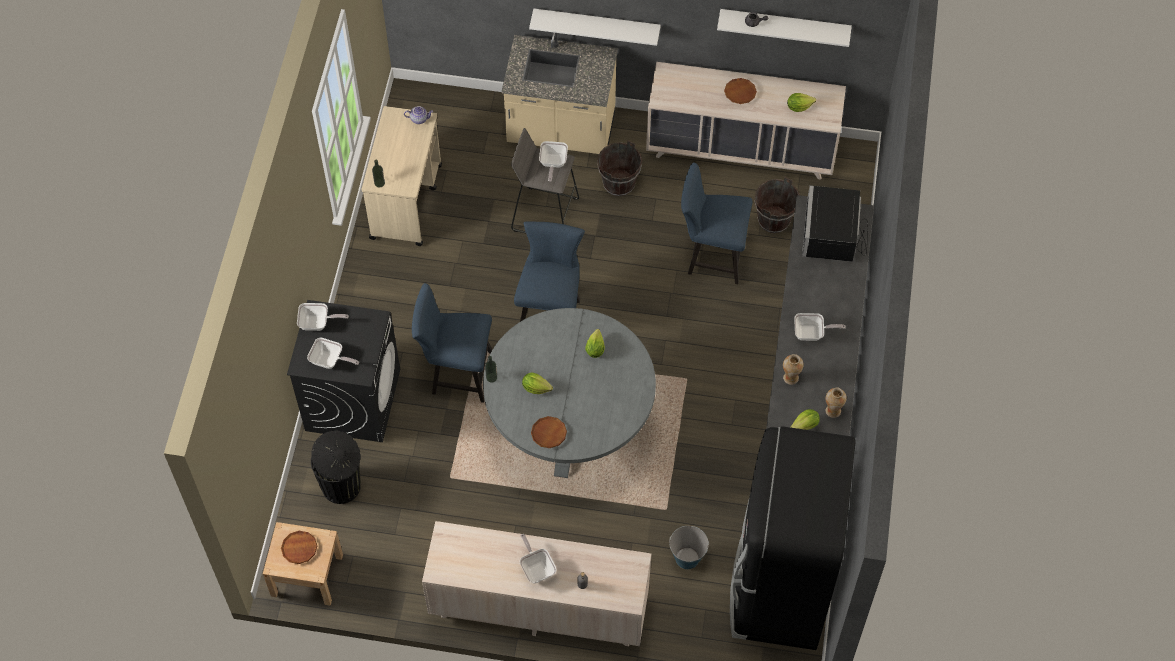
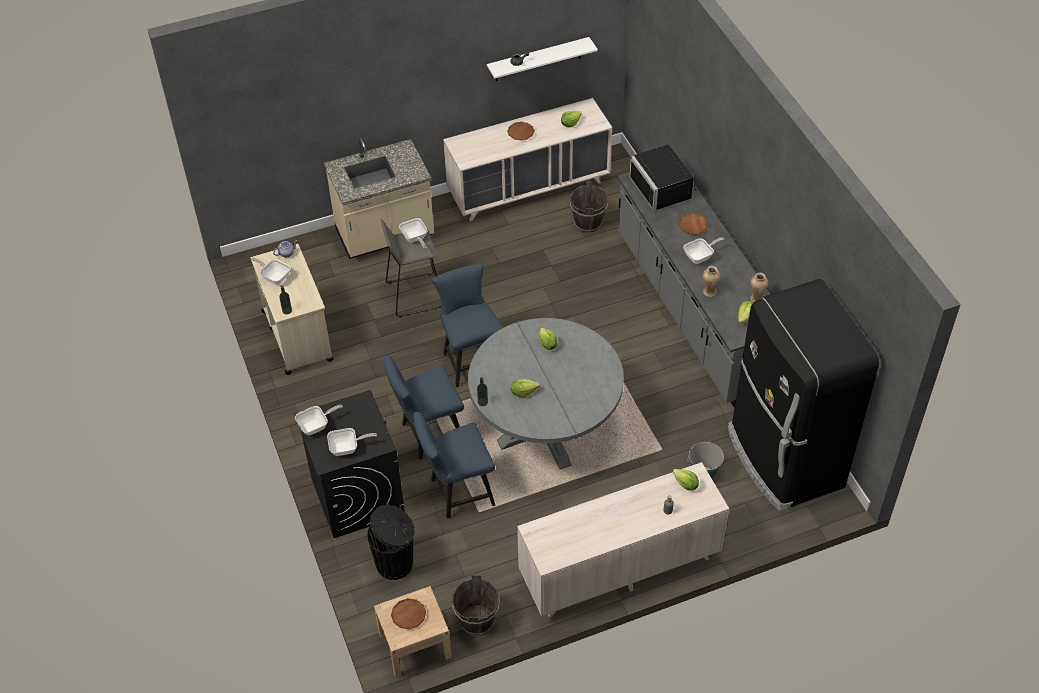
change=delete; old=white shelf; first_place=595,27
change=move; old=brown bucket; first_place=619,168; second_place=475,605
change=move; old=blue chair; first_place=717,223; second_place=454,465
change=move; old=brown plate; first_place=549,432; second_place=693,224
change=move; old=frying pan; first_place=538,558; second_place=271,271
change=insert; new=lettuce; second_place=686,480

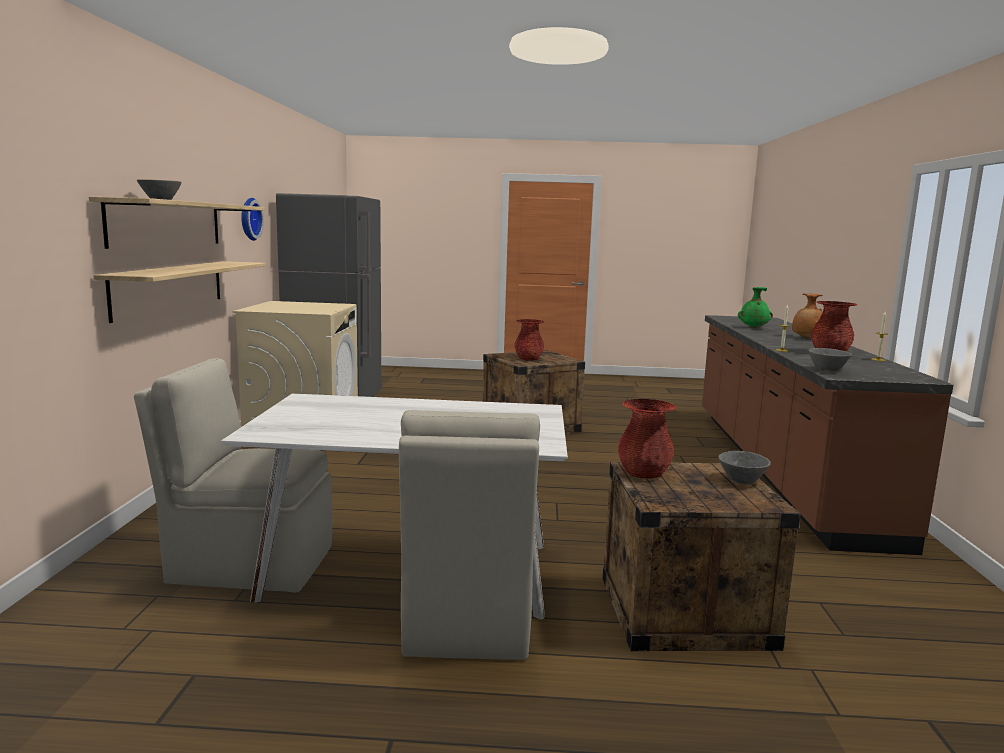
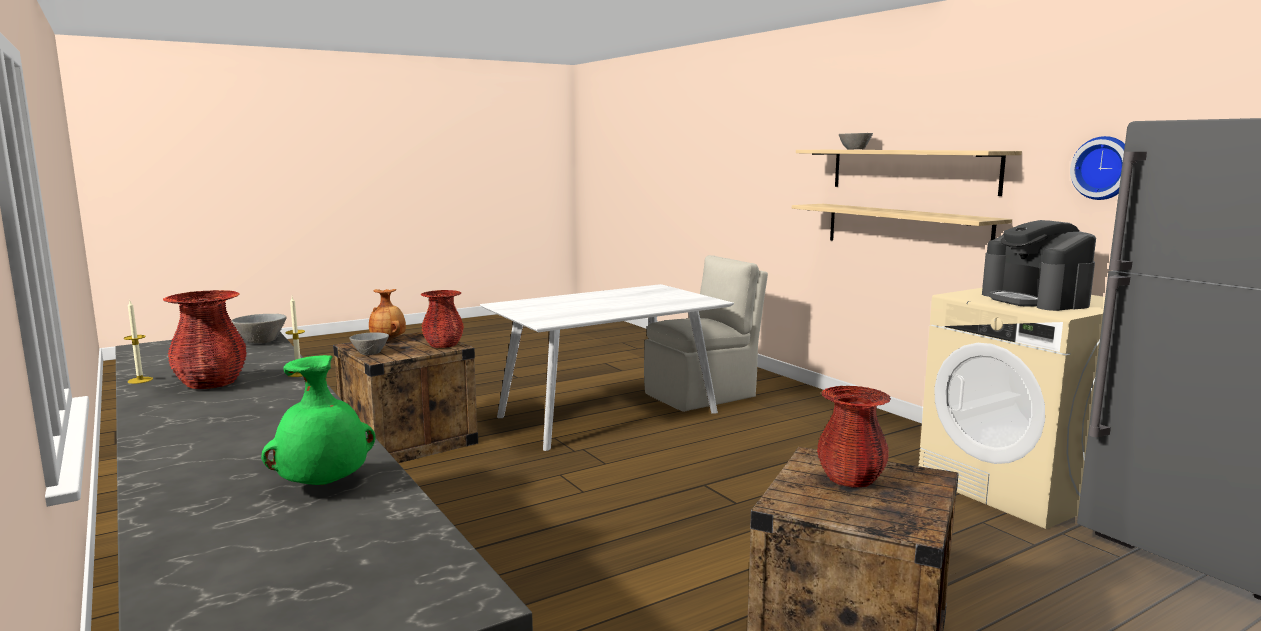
change=move; old=brown vase; first_place=807,315; second_place=387,314
change=delete; old=beige chair; first_place=469,535
change=insert; new=coffee machine; second_place=1039,265

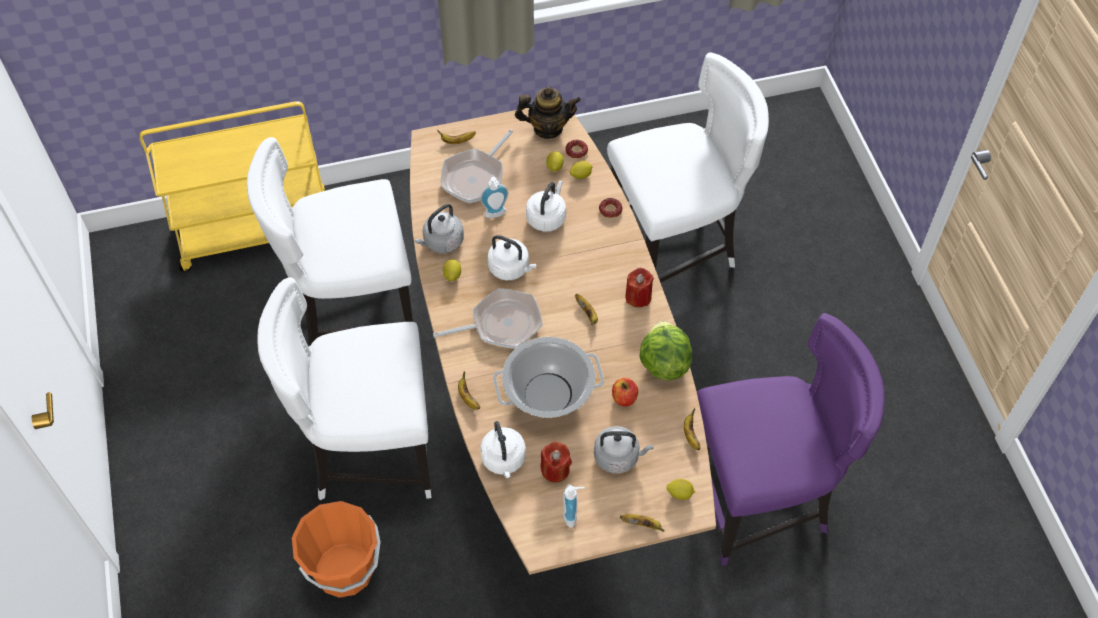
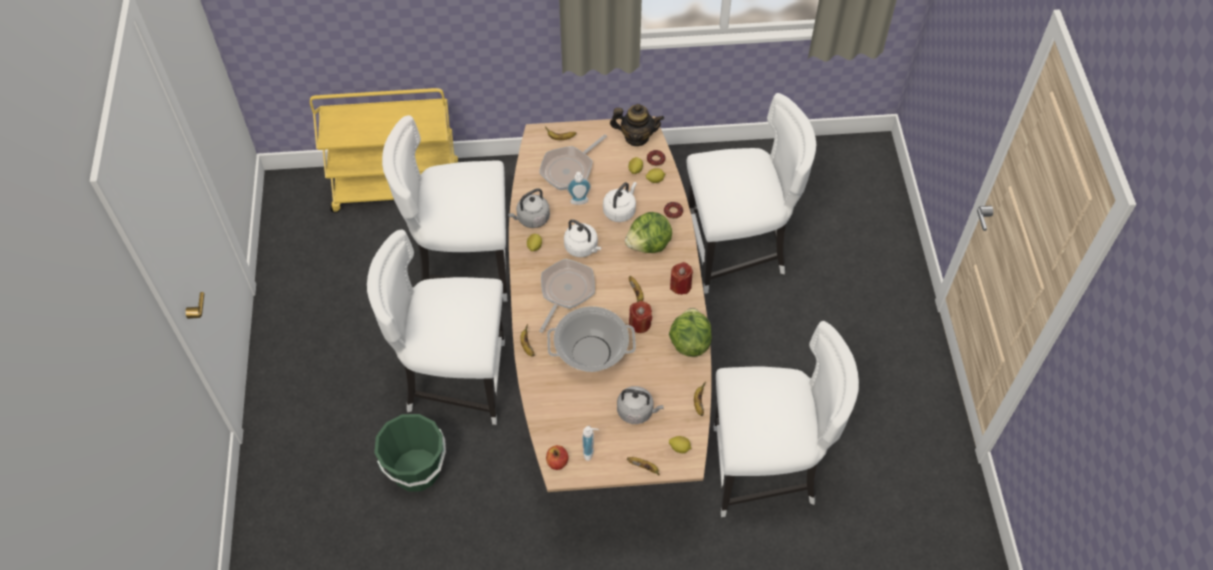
change=rotate; old=frying pan; first_place=488,318; second_place=567,296; degrees=-60
change=recolor; old=purple chair; new=white chair; first_place=791,439; second_place=786,419
change=move; old=apple; first_place=625,392; second_place=557,457
change=delete; old=white kettle; first_place=503,449
change=move; old=red candle; first_place=556,462; second_place=640,317
change=recolor; old=orange bucket; new=green bucket; first_place=336,549; second_place=410,453
change=insert; new=lettuce; second_place=648,232

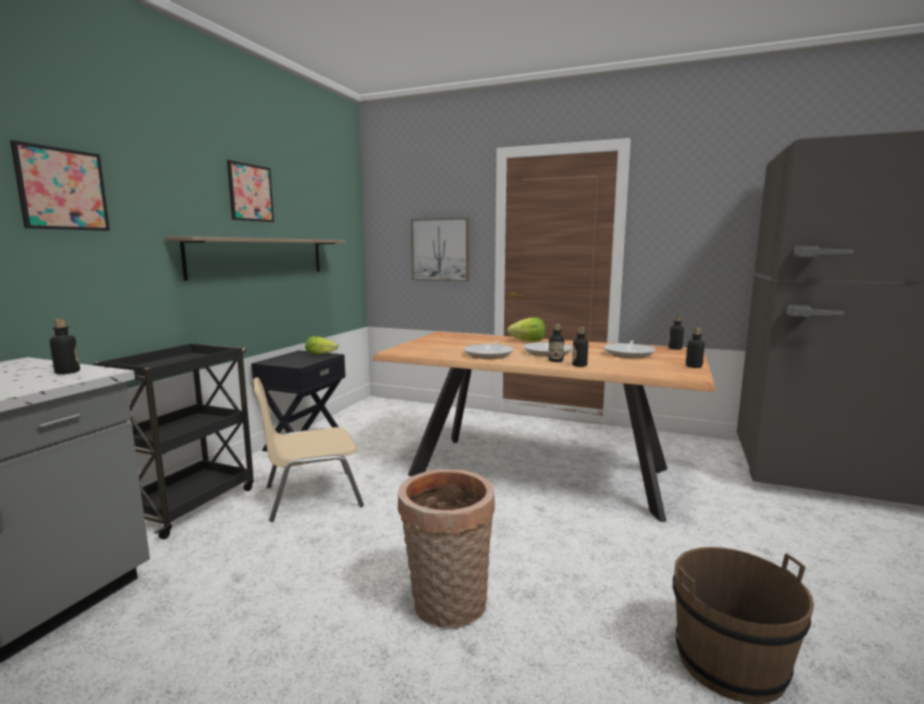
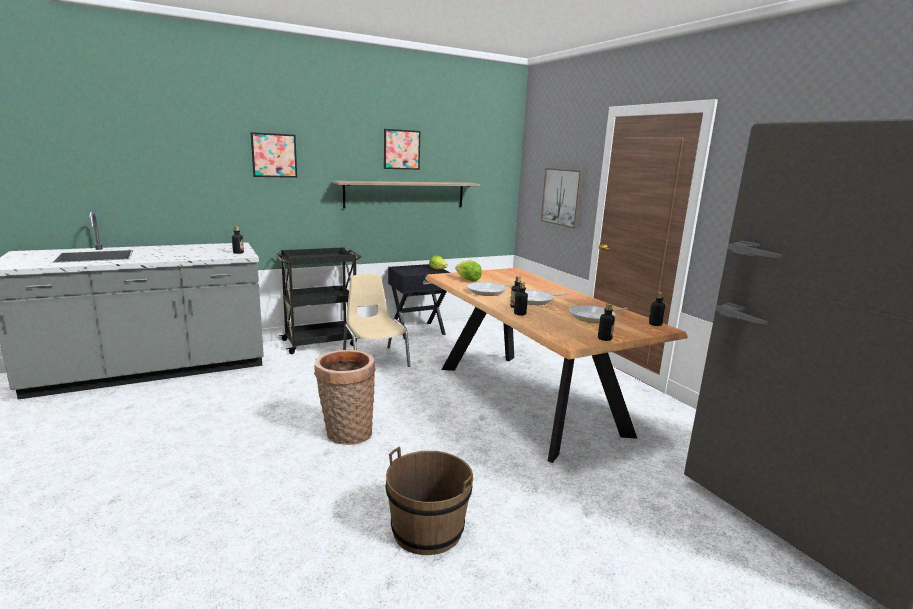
change=move; old=lettuce; first_place=526,330; second_place=468,270
change=rotate; old=beige chair; first_place=308,449; second_place=376,320; degrees=45

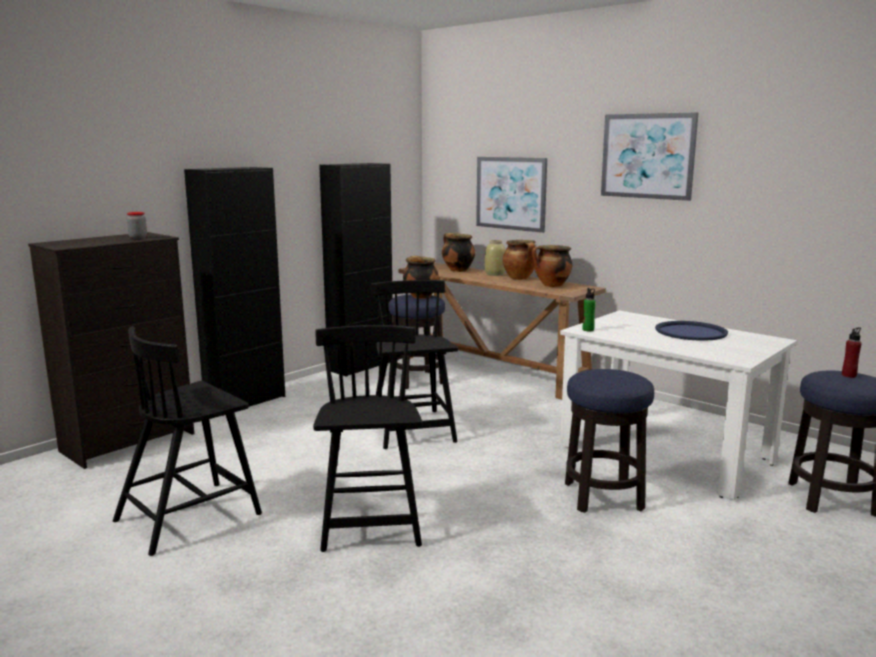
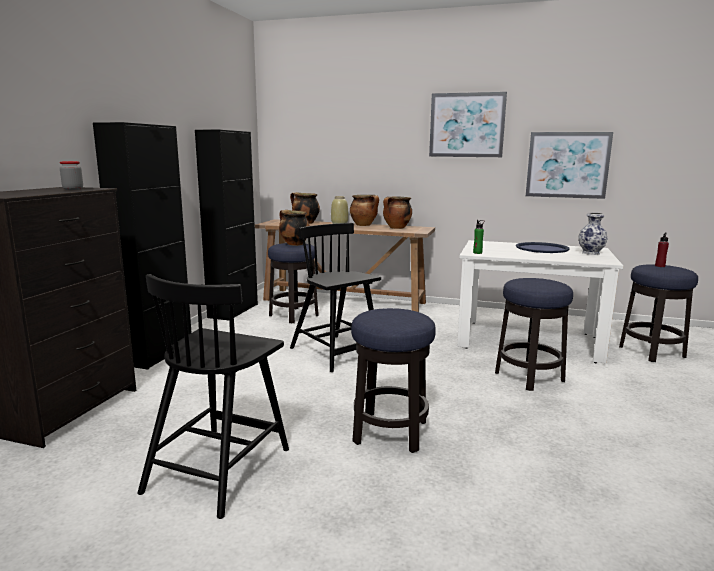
change=move; old=picture; first_place=511,195; second_place=569,165
change=replace; old=black chair; new=stool; first_place=368,438; second_place=393,380
change=insert; new=vase; second_place=593,234

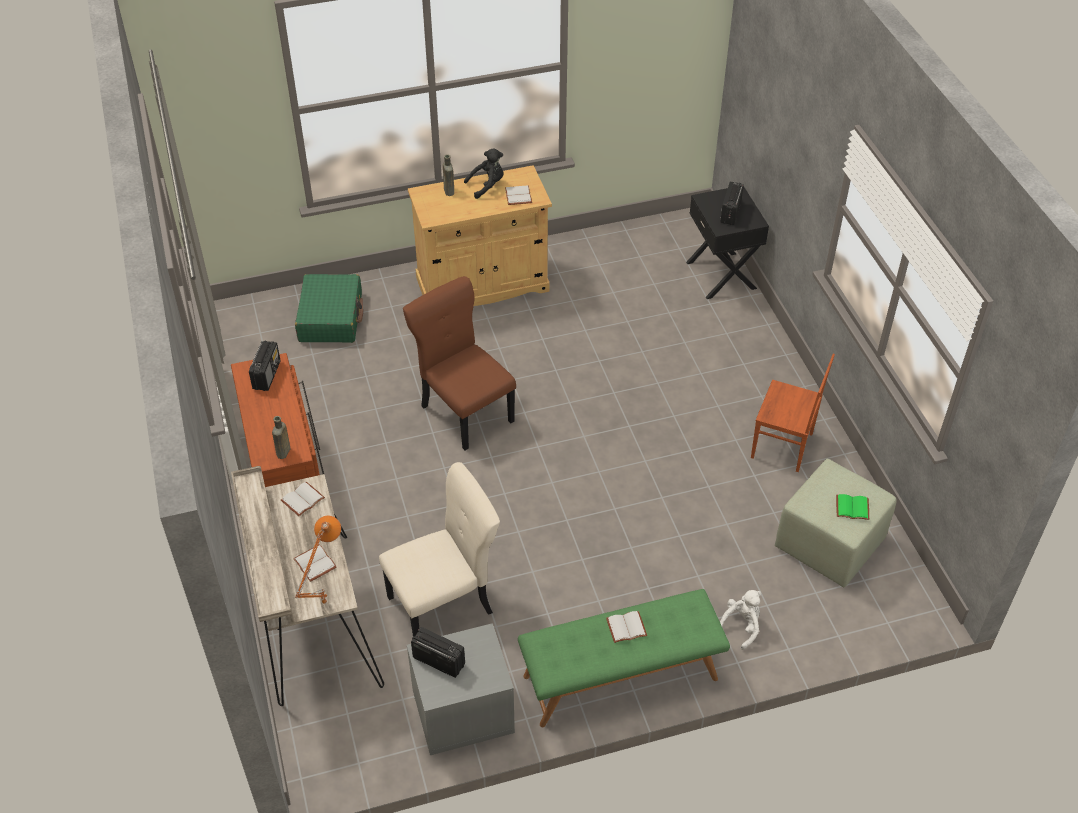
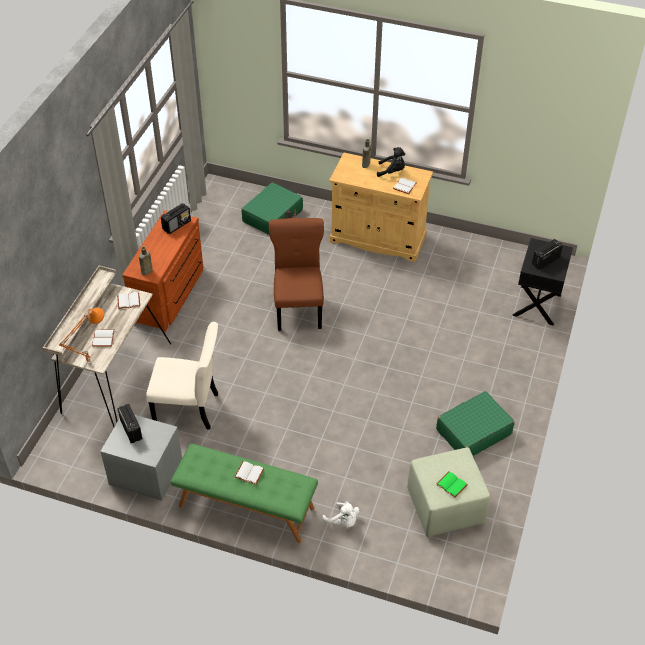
change=replace; old=brown chair; new=green suitcase; first_place=793,413; second_place=475,423
change=rotate; old=white plush toy; first_place=740,620; second_place=340,514; degrees=60

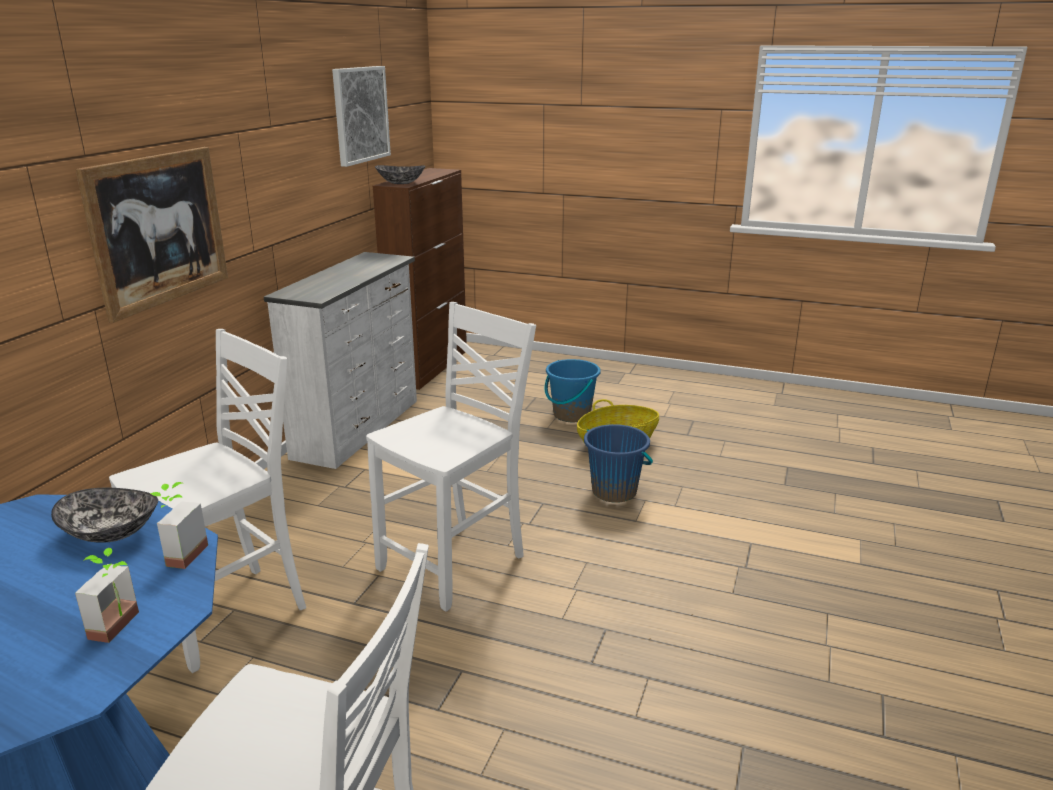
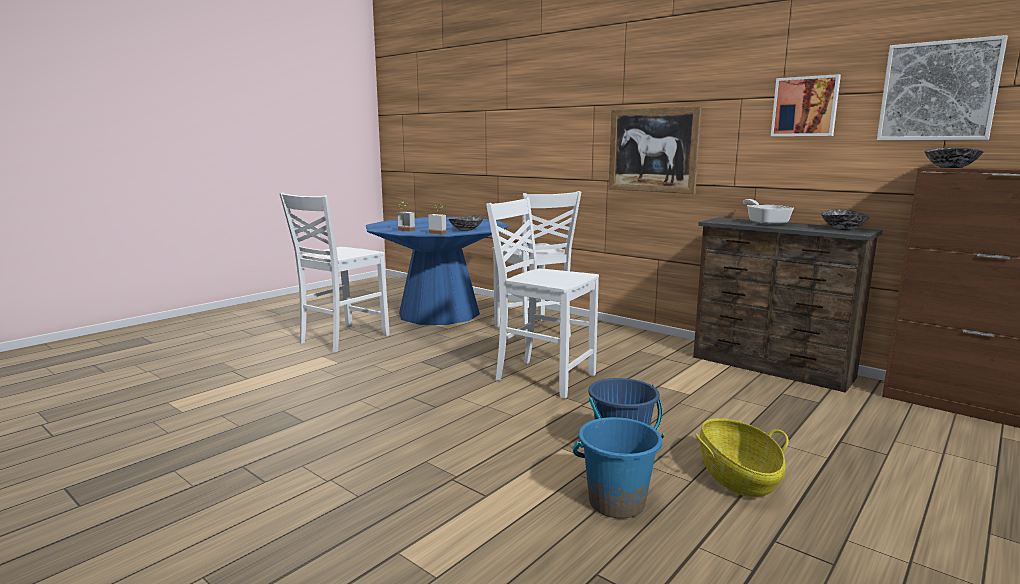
change=recolor; old=white dresser; new=brown dresser; first_place=340,360; second_place=787,305
change=rotate; old=white chair; first_place=451,457; second_place=542,298; degrees=150
change=move; old=blue bucket; first_place=573,390; second_place=618,468
change=insert; new=picture; second_place=806,105
change=insert; new=frying pan; second_place=768,212
change=insert; new=bowl; second_place=845,219

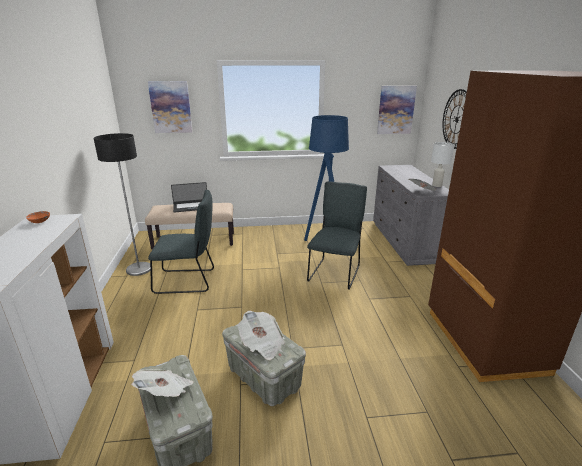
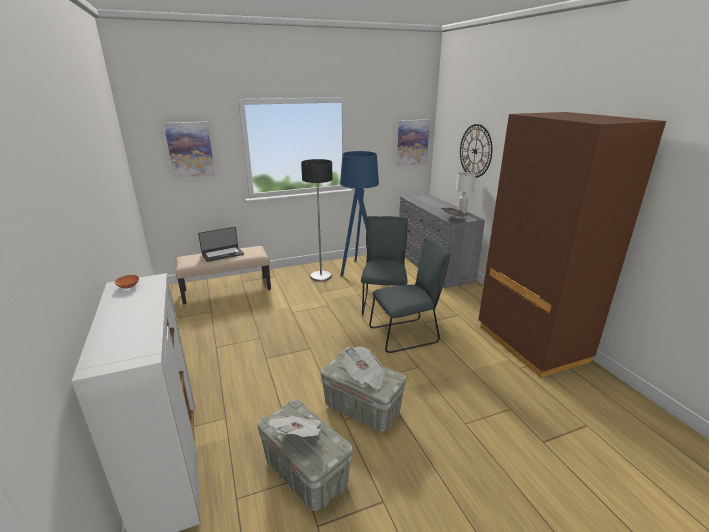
change=move; old=floor lamp; first_place=122,204; second_place=317,220
change=move; old=grey chair; first_place=181,242; second_place=409,295

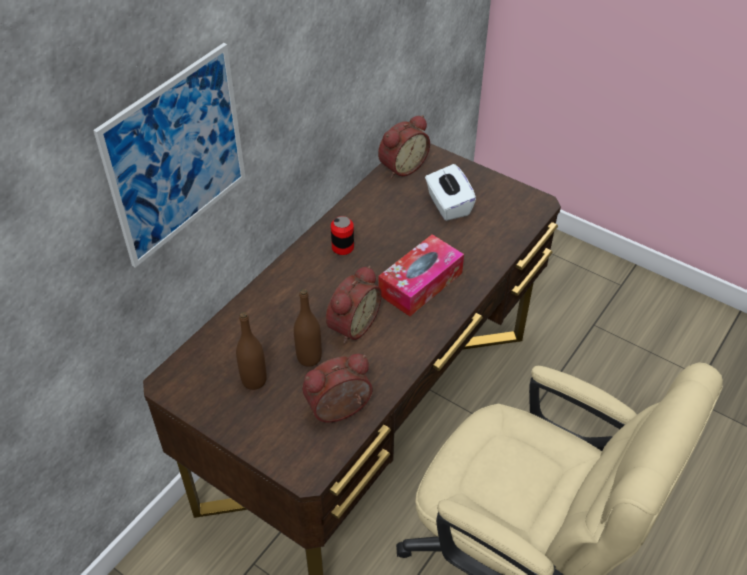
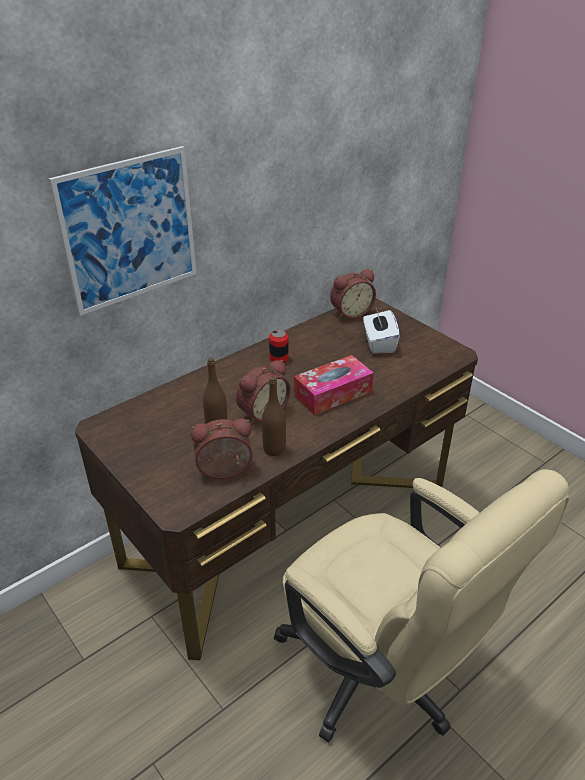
change=move; old=brown bottle; first_place=251,351; second_place=274,416

